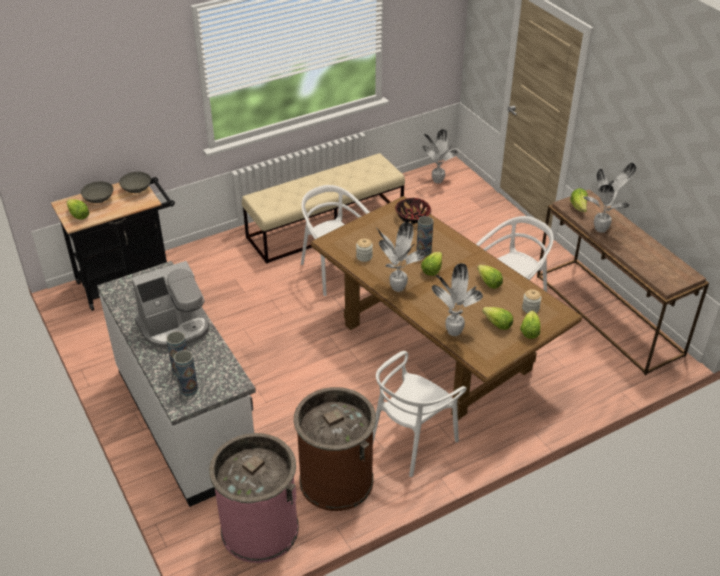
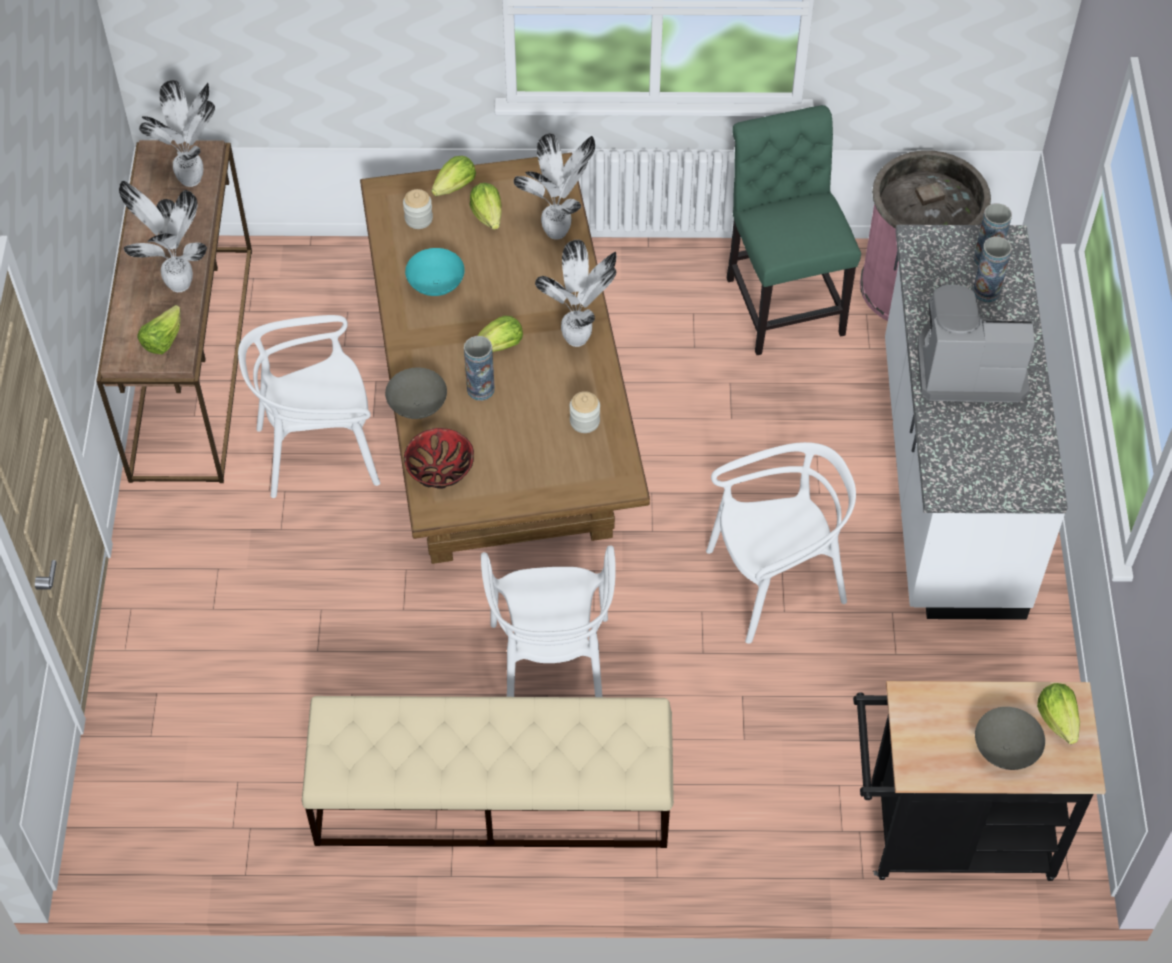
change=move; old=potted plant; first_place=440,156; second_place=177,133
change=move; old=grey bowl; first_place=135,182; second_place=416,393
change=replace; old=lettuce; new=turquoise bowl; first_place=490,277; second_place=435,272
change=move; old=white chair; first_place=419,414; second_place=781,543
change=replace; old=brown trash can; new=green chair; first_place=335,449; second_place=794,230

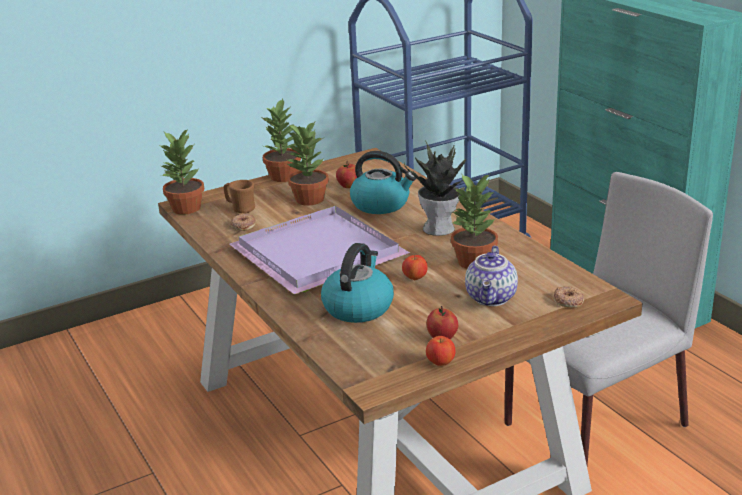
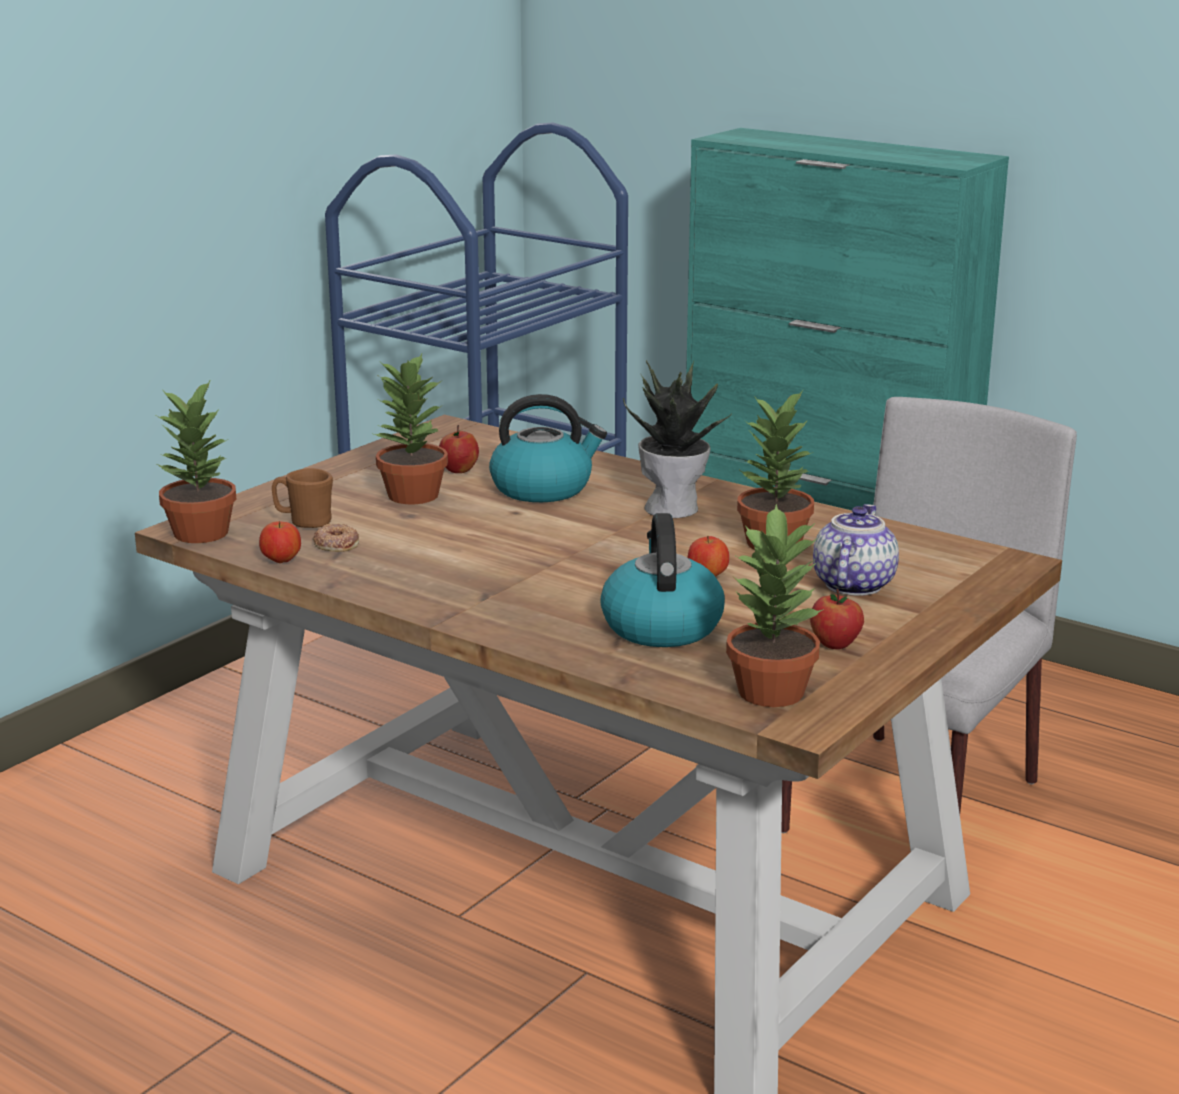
change=move; old=potted plant; first_place=282,140; second_place=775,605
change=delete; old=purple tray; first_place=320,250
change=rotate; old=teapot; first_place=491,275; second_place=856,550; degrees=-150
change=delete; old=donut; first_place=568,297
change=move; old=apple; first_place=440,351; second_place=280,542

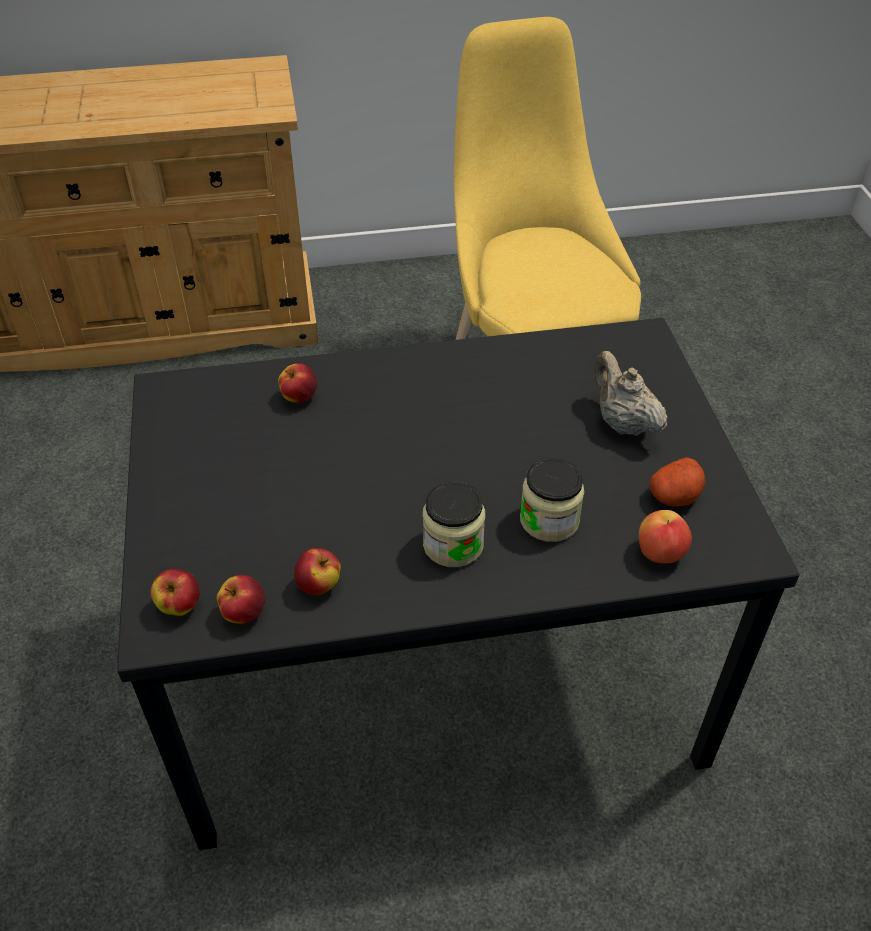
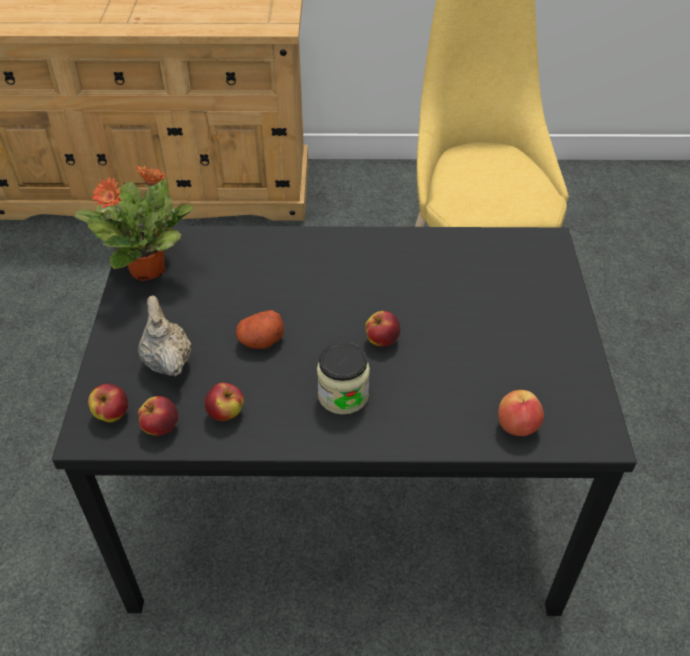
change=move; old=beige teapot; first_place=630,393; second_place=164,336
change=move; old=apple; first_place=297,383; second_place=382,329
change=move; old=potato; first_place=677,481; second_place=260,329
change=delete; old=jar; first_place=552,500
change=insert; new=potted plant; second_place=134,223

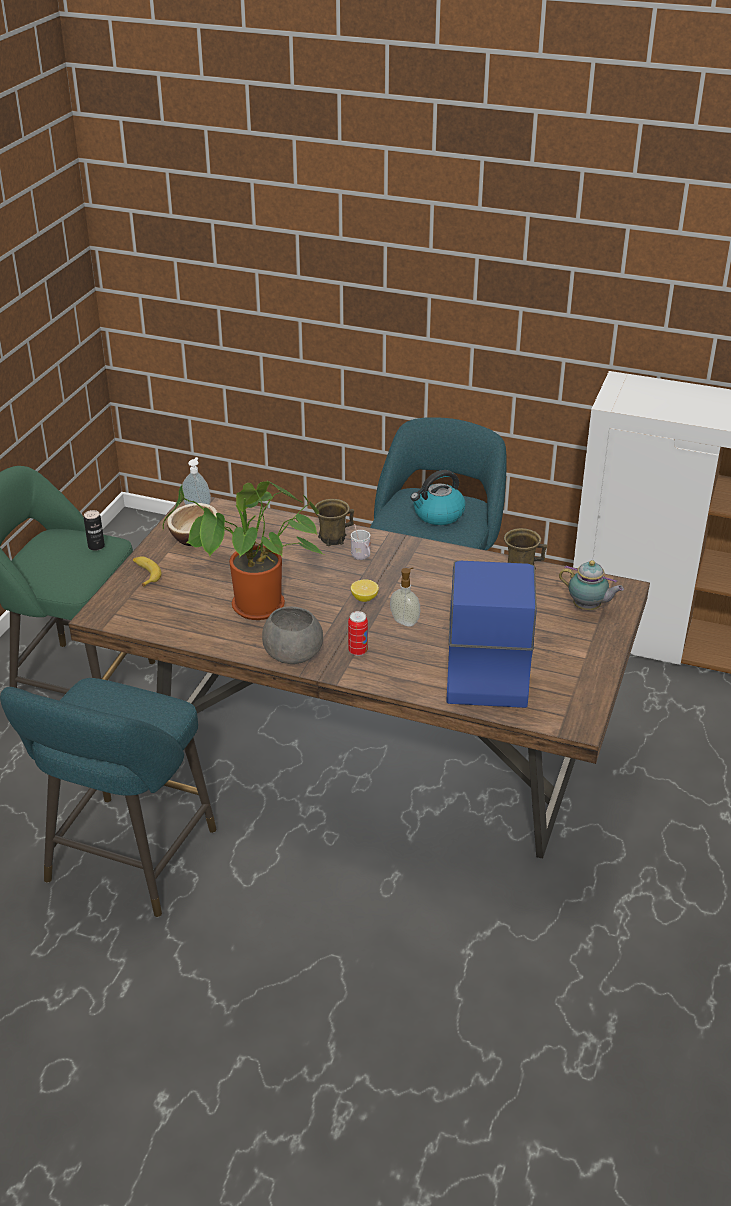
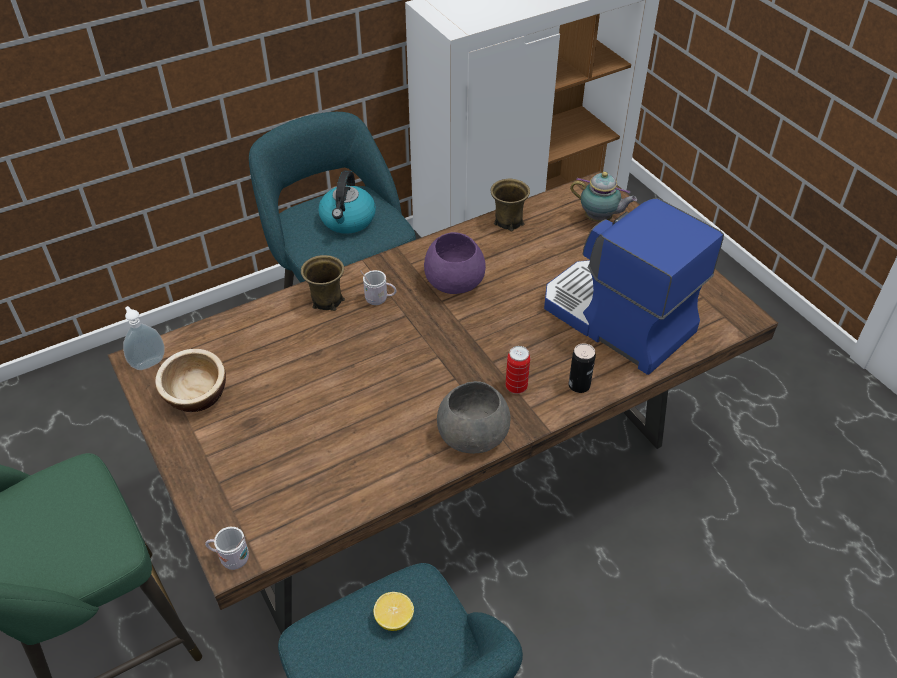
change=delete; old=potted plant; first_place=243,550
change=move; old=can; first_place=94,530; second_place=582,368
change=delete; old=banana; first_place=147,571
change=rotate; old=teapot; first_place=591,585; second_place=603,197; degrees=45
change=delete; old=soap dispenser; first_place=405,597
change=move; old=lemon; first_place=365,590; second_place=393,611
change=insert; new=purple bowl; second_place=455,263
change=insert; new=white mug; second_place=227,548

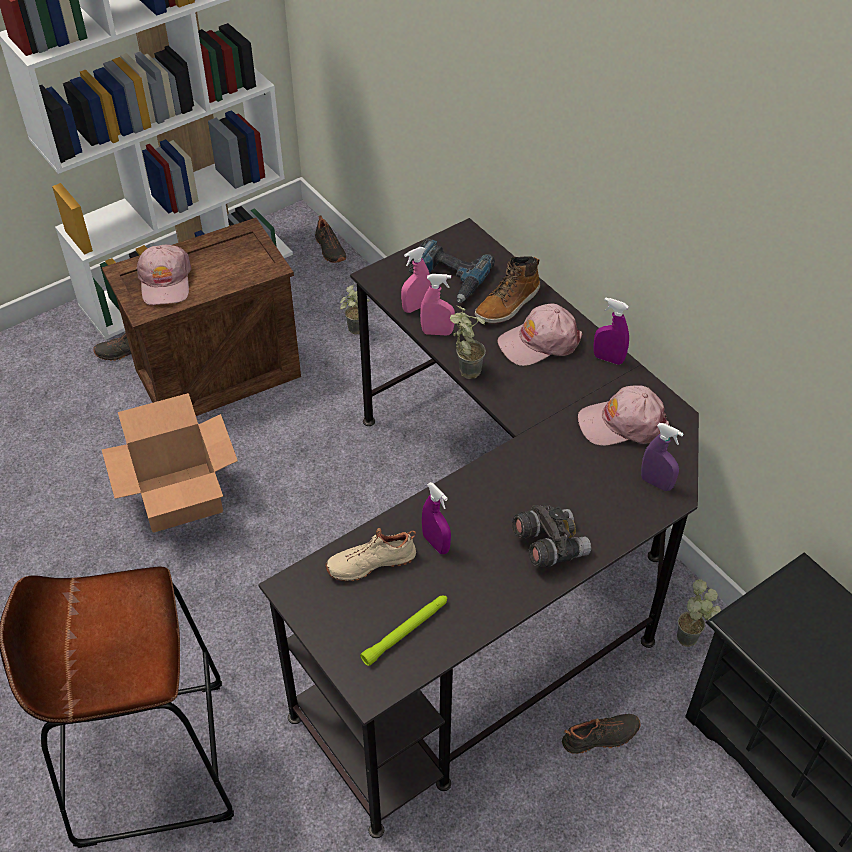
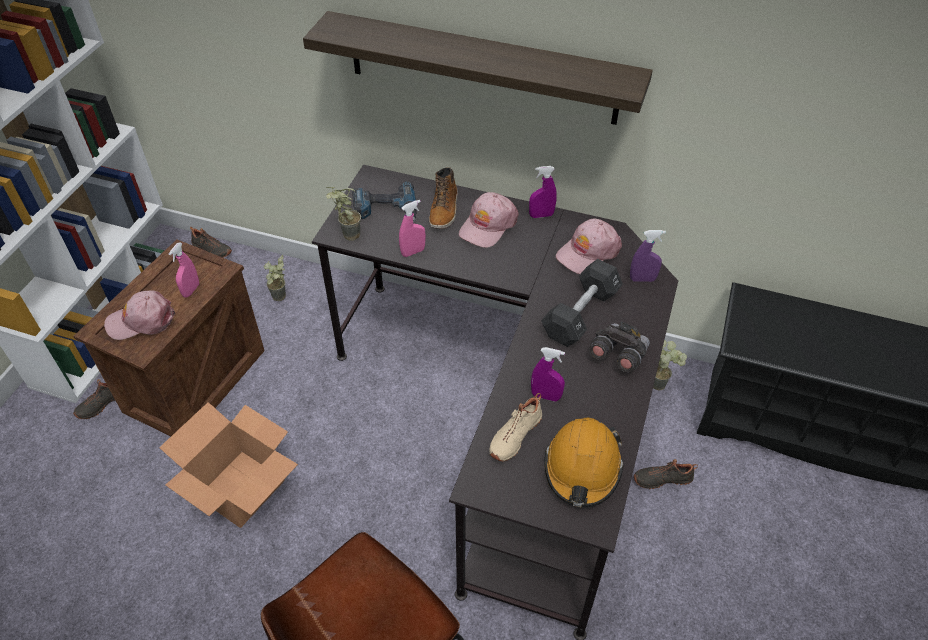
change=rotate; old=pink cap; first_place=164,275; second_place=139,315; degrees=120
change=move; old=pink spray bottle; first_place=416,280; second_place=183,270
change=move; old=potted plant; first_place=468,342; second_place=343,214
change=replace; old=green flashlight; new=orange hard hat; first_place=403,630; second_place=583,462
change=rotate; old=black shoe; first_place=601,734; second_place=666,474; degrees=-135
change=insert; new=shelf; second_place=478,68
change=insert; new=black dumbbell; second_place=582,303

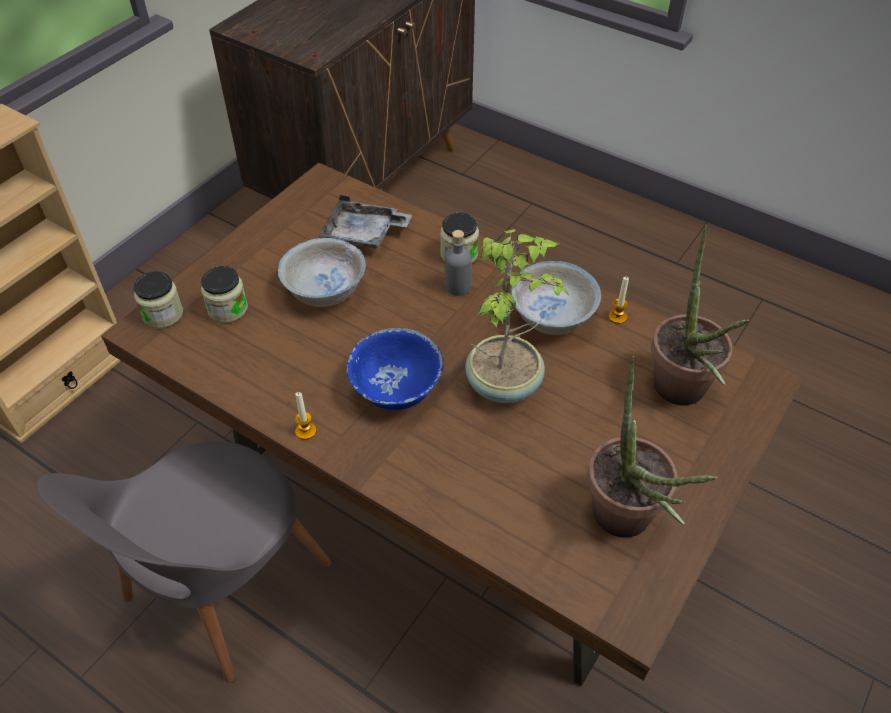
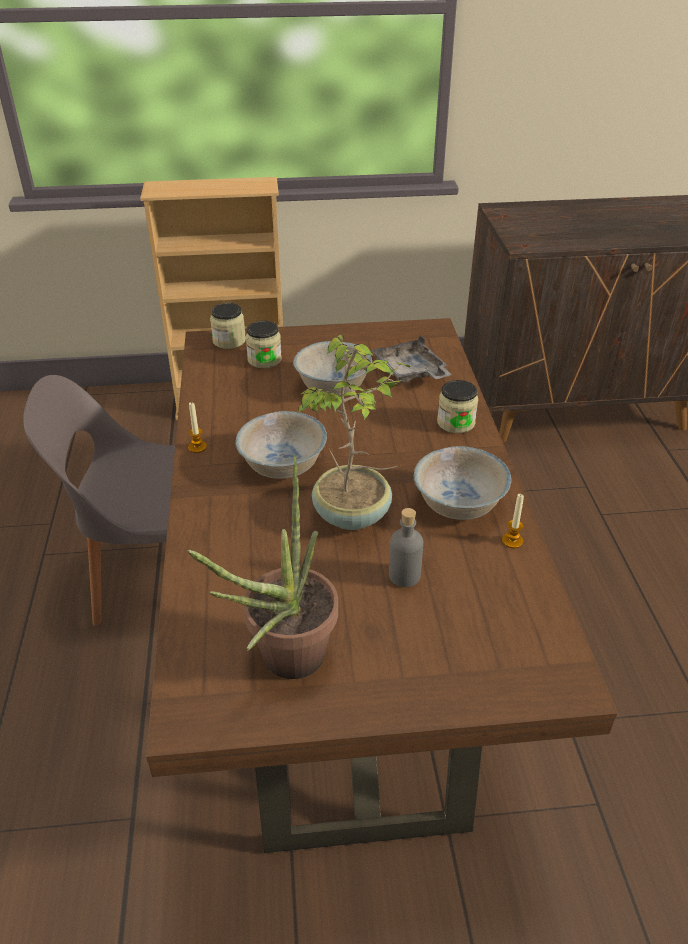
change=delete; old=potted plant; first_place=700,315
change=move; old=grey bottle; first_place=458,263; second_place=406,547
change=recolor; old=blue bowl; new=white bowl; first_place=394,369; second_place=281,445

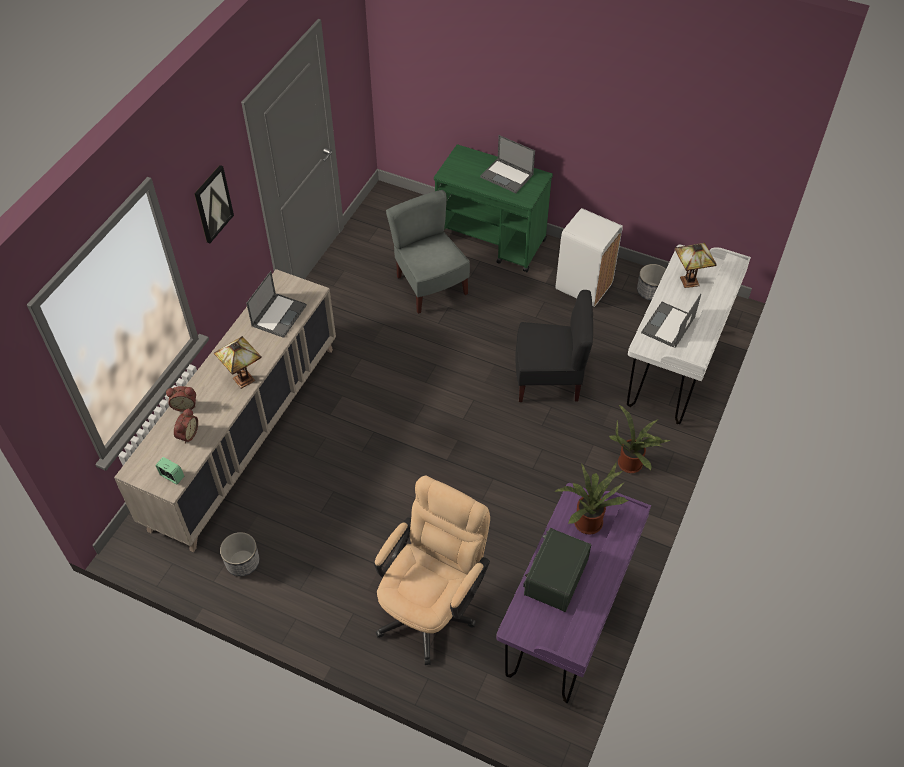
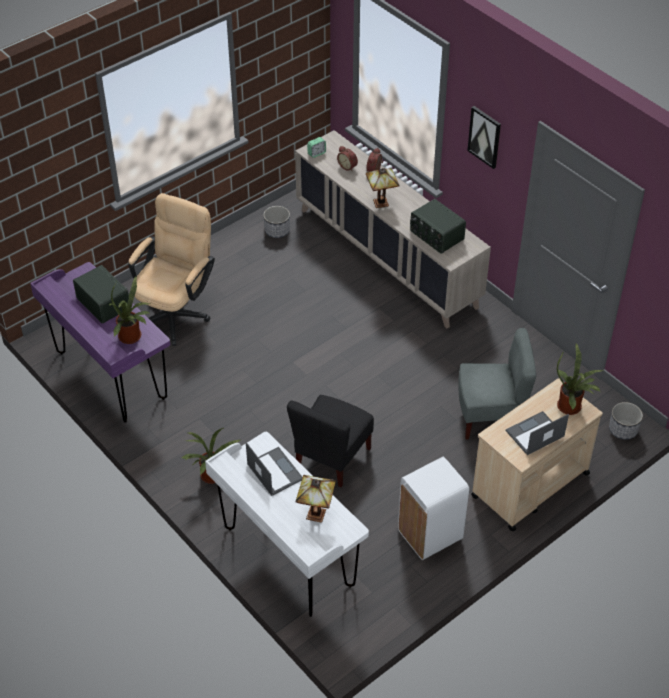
change=recolor; old=green cart; new=beige cart; first_place=493,208; second_place=537,454
change=move; old=planter; first_place=651,282; second_place=626,421
change=replace; old=laptop; new=radio; first_place=276,304; second_place=438,226
change=rotate; old=beige office chair; first_place=432,570; second_place=171,269; degrees=-120
change=insert; new=potted plant; second_place=581,379

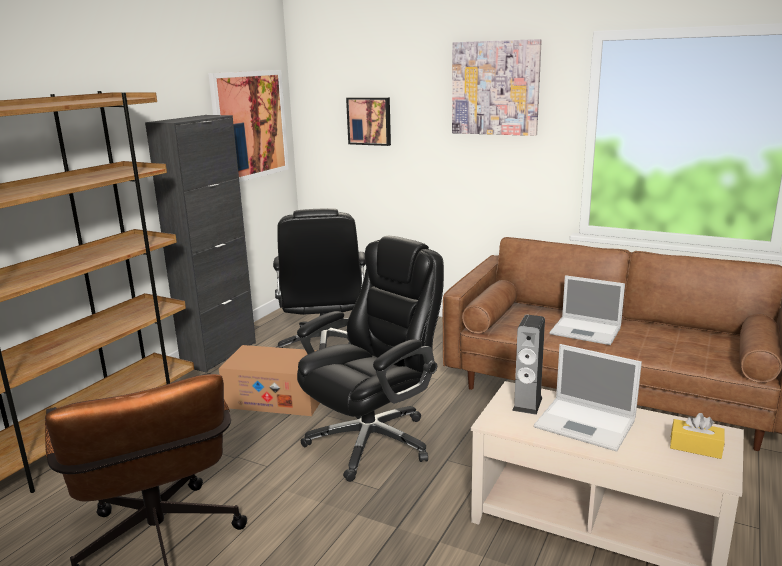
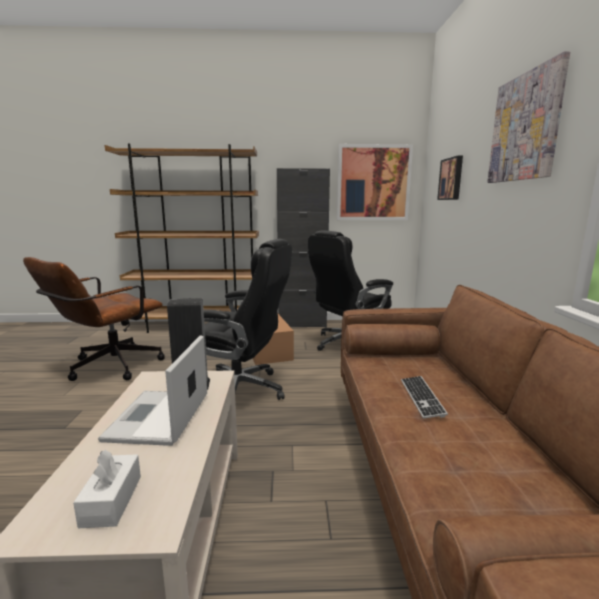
change=replace; old=laptop; new=keyboard; first_place=587,310; second_place=424,397
change=recolor; old=yellow tissue box; new=white tissue box; first_place=697,436; second_place=107,489

